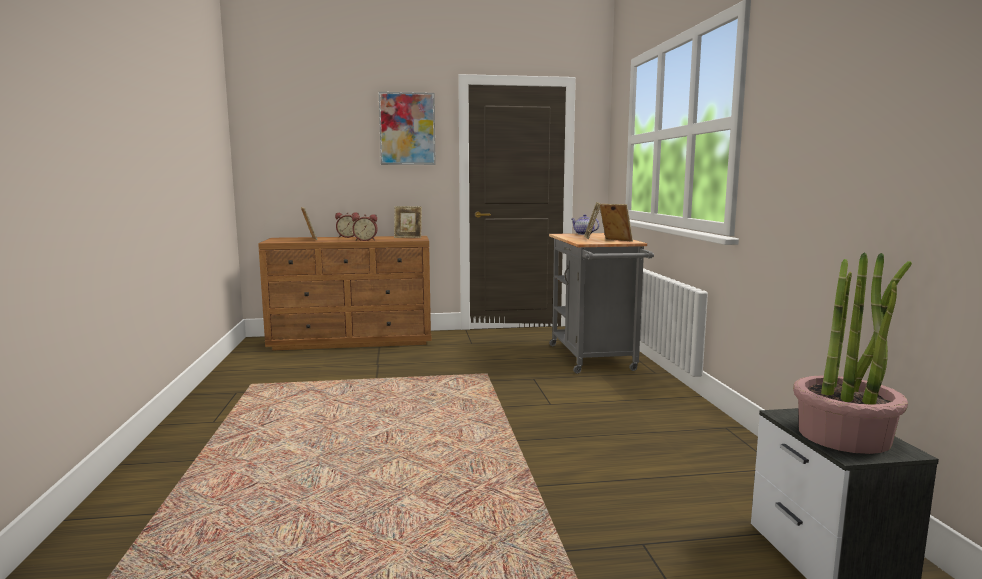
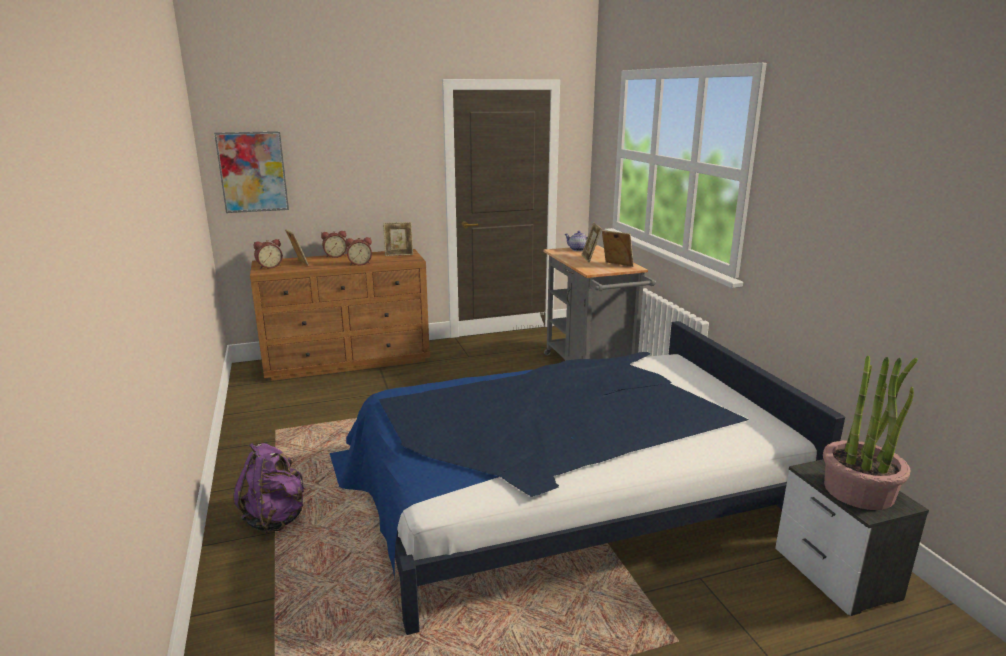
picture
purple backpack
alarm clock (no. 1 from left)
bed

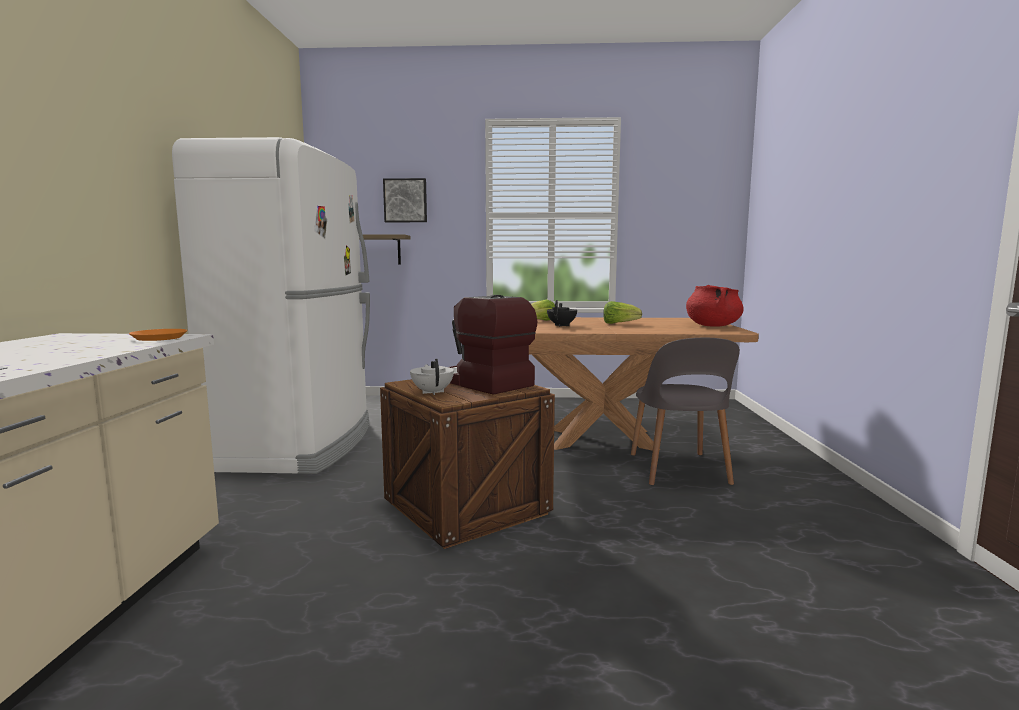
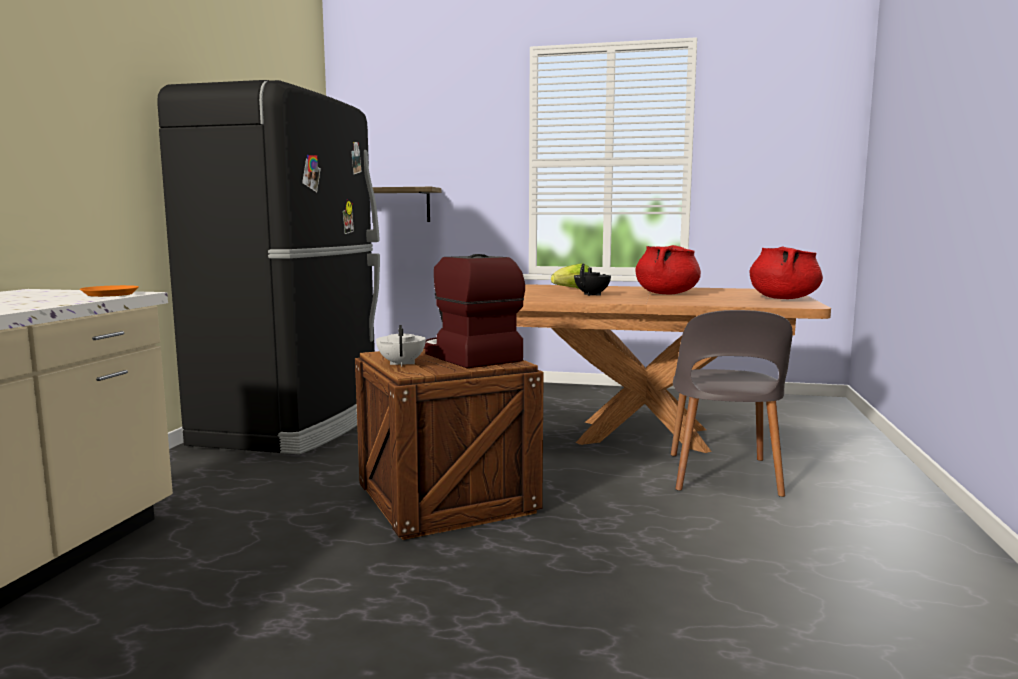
black fridge
picture
red cooking pot (no. 1 from left)

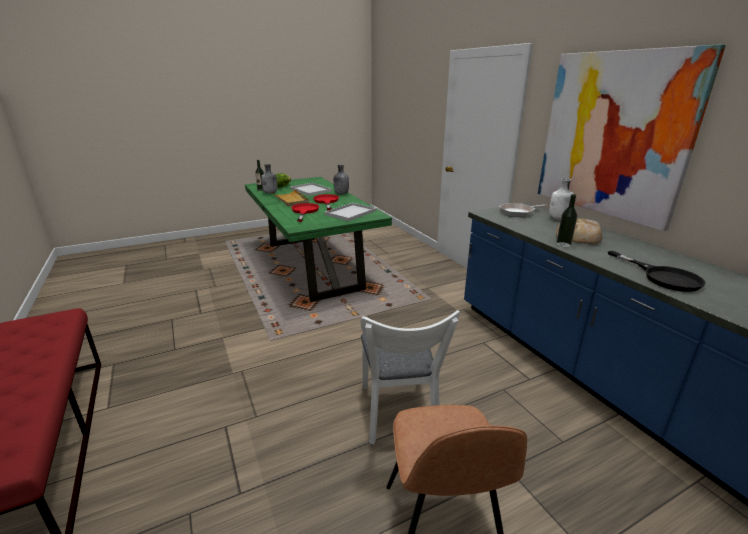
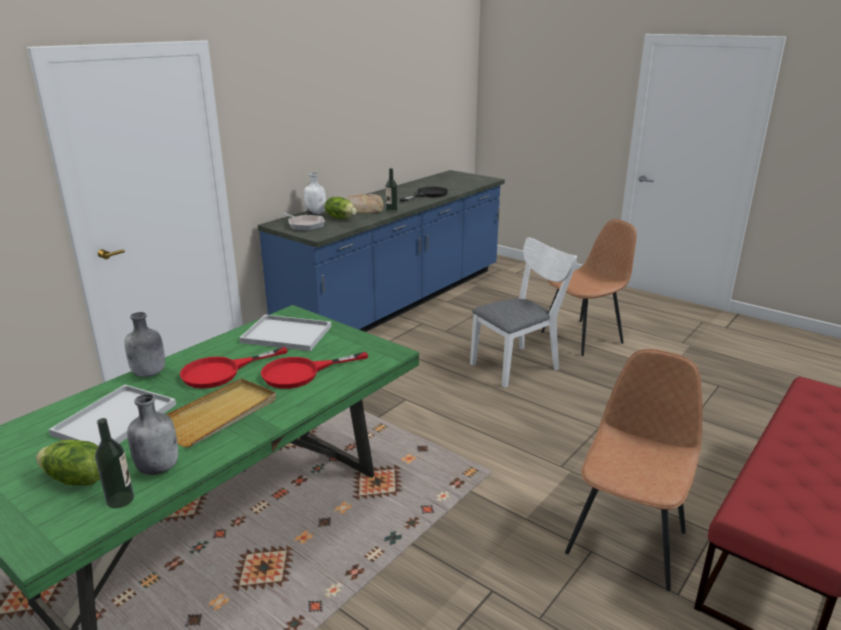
picture
lettuce (no. 2 from left)
brown chair (no. 2 from left)

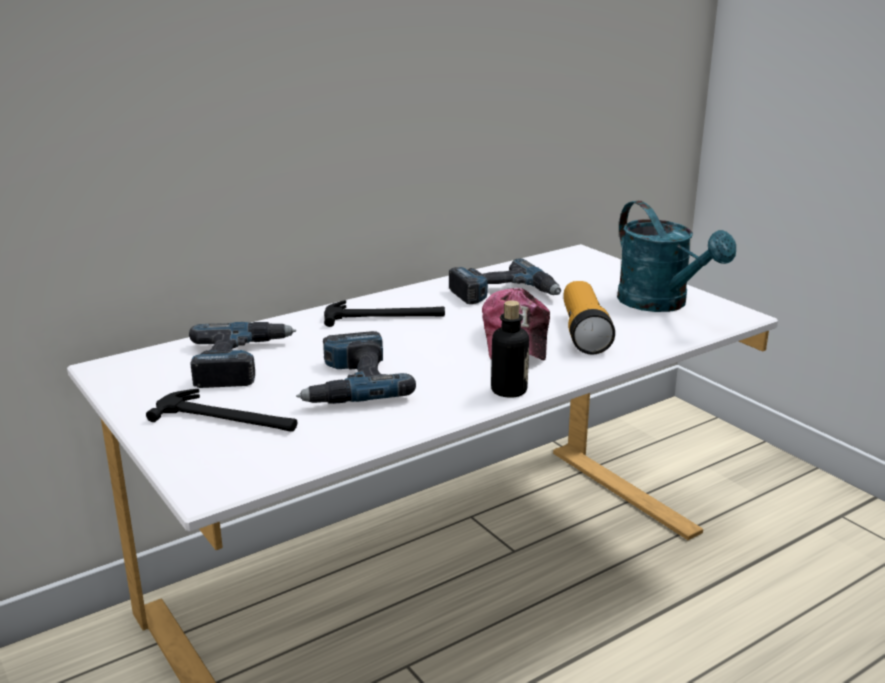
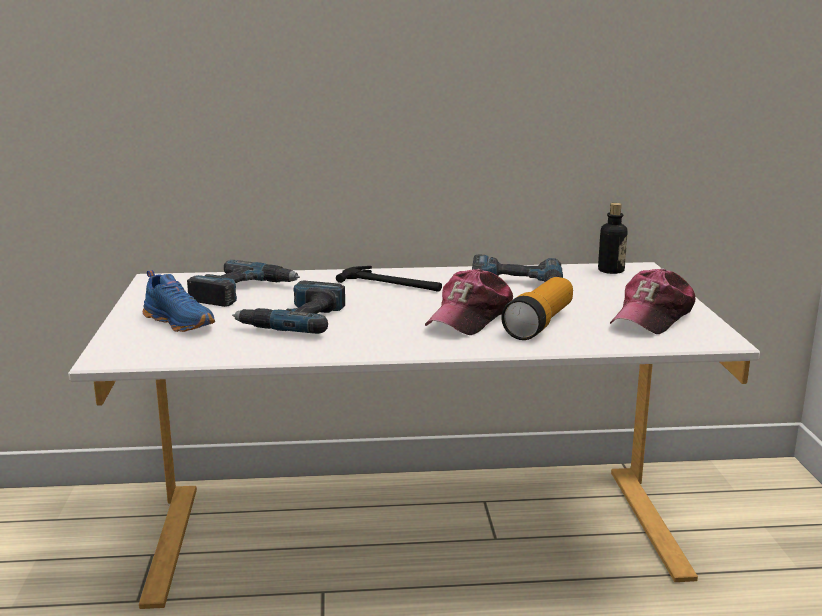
blue shoe
bottle
cap (no. 2 from left)

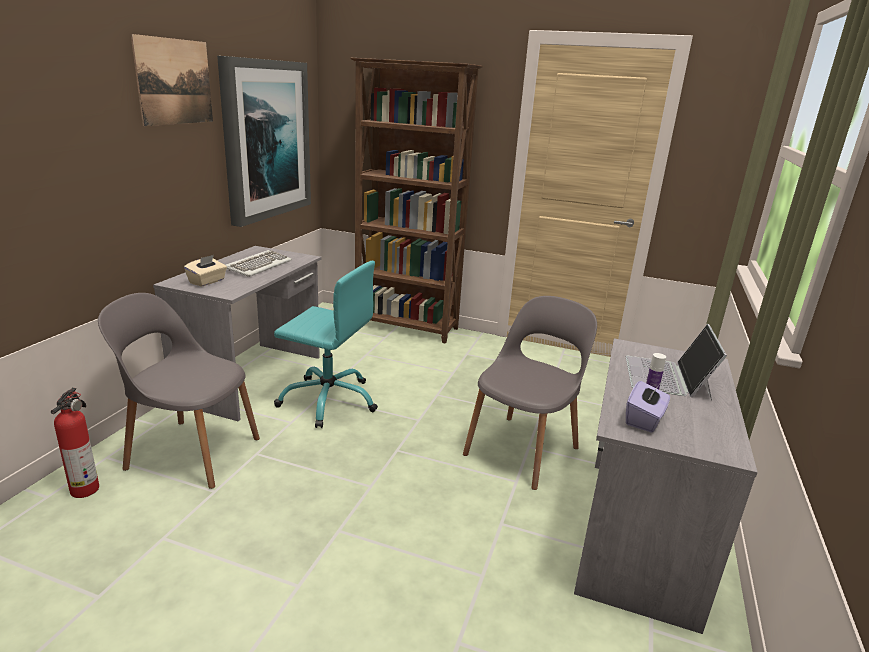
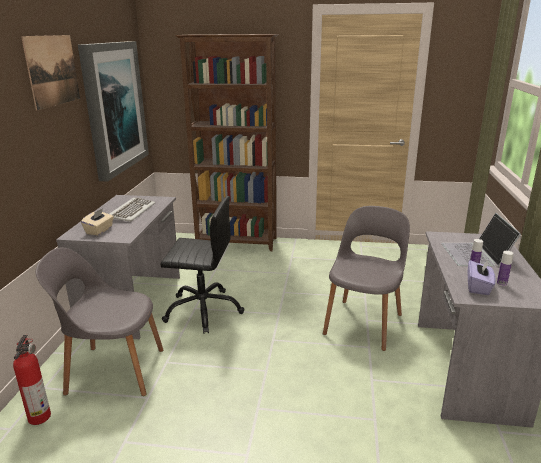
black office chair
bottle (no. 2 from left)

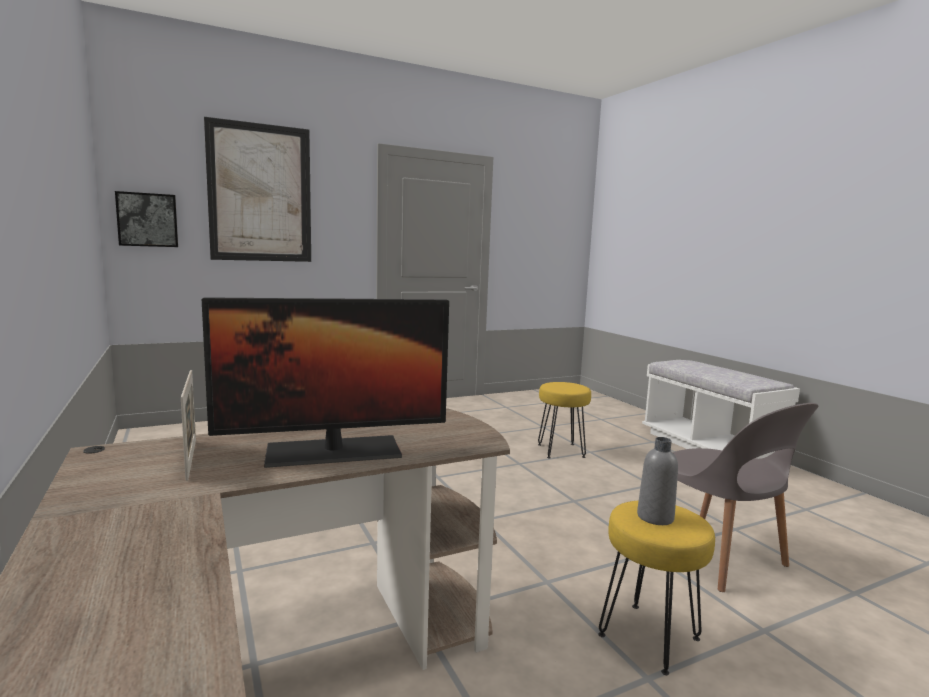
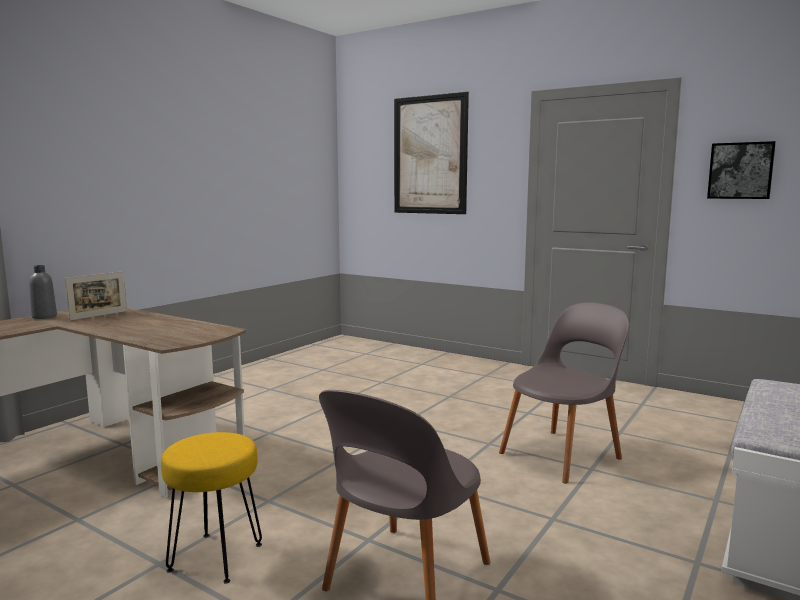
picture (no. 2 from left)
monitor
grey chair (no. 2 from left)
grey bottle

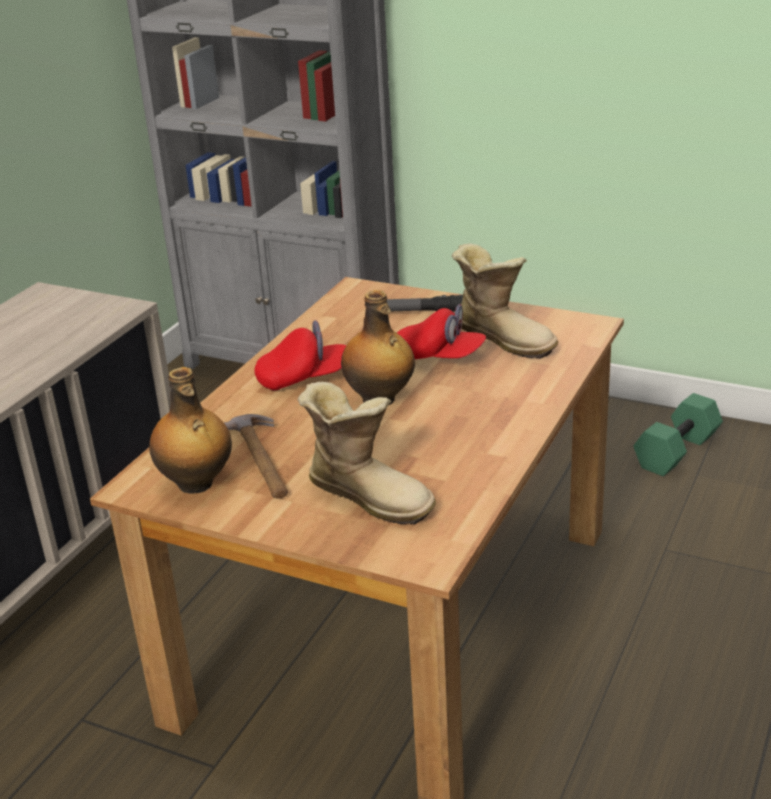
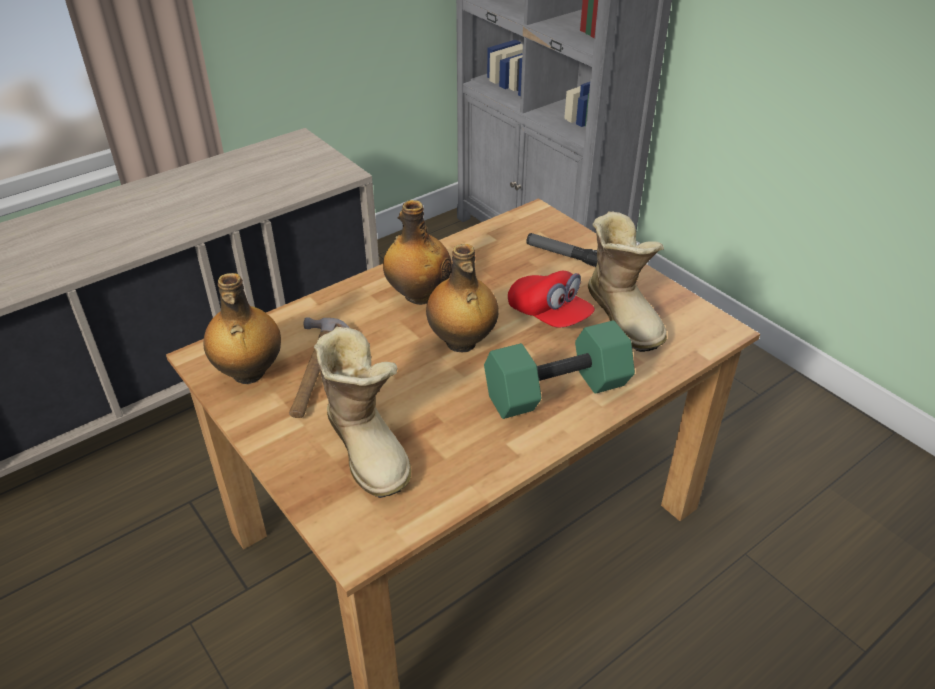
bottle (no. 2 from left)
green dumbbell

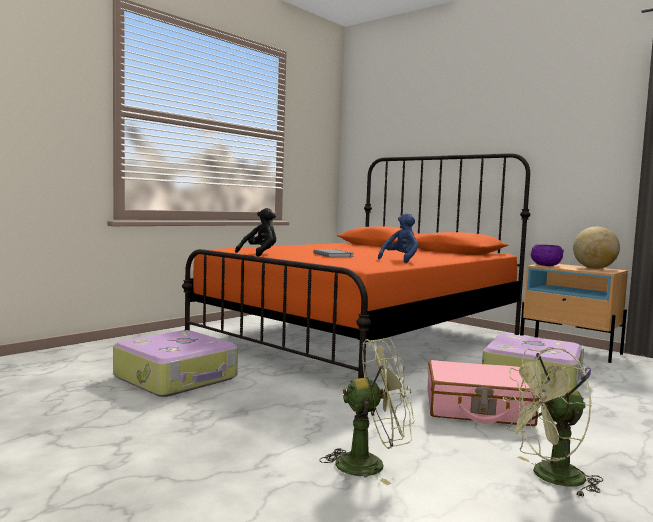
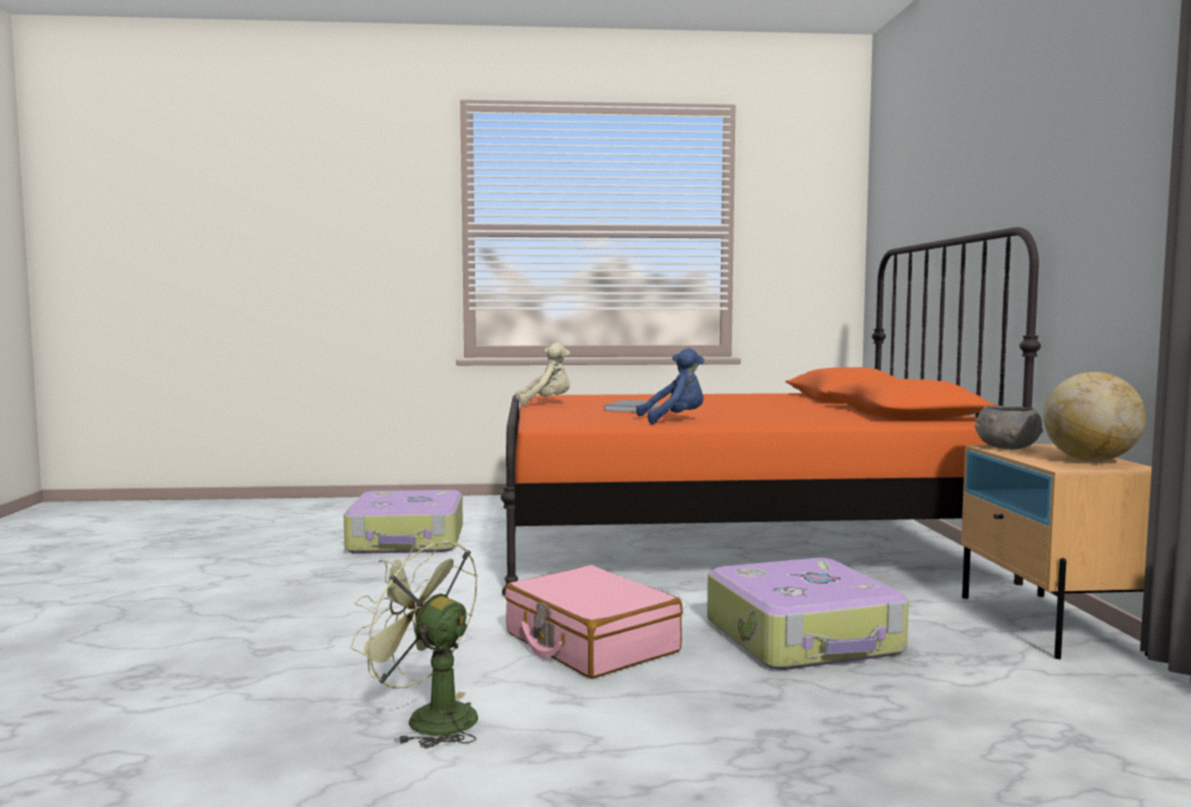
beige plush toy
green fan (no. 1 from left in the first image)
grey bowl

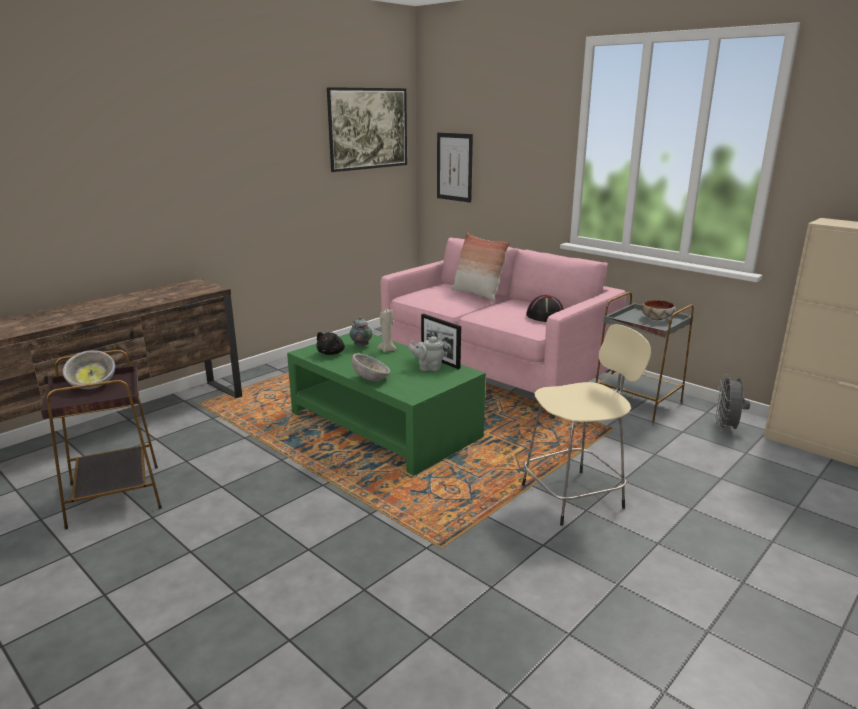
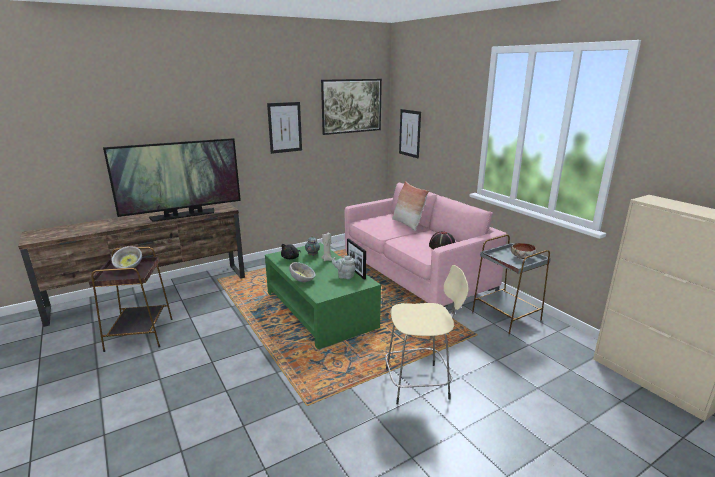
grey fan
television
picture (no. 1 from left)

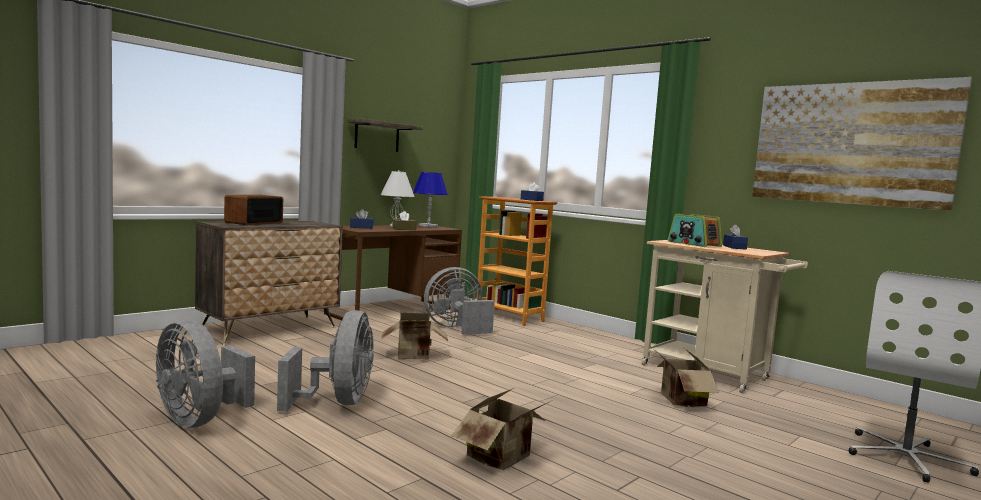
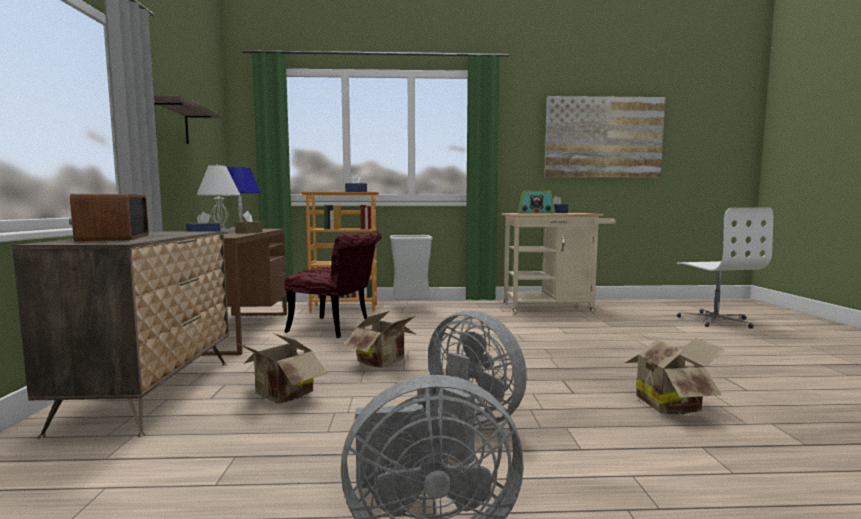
red chair
cardboard box (no. 1 from left)
grey trash can

